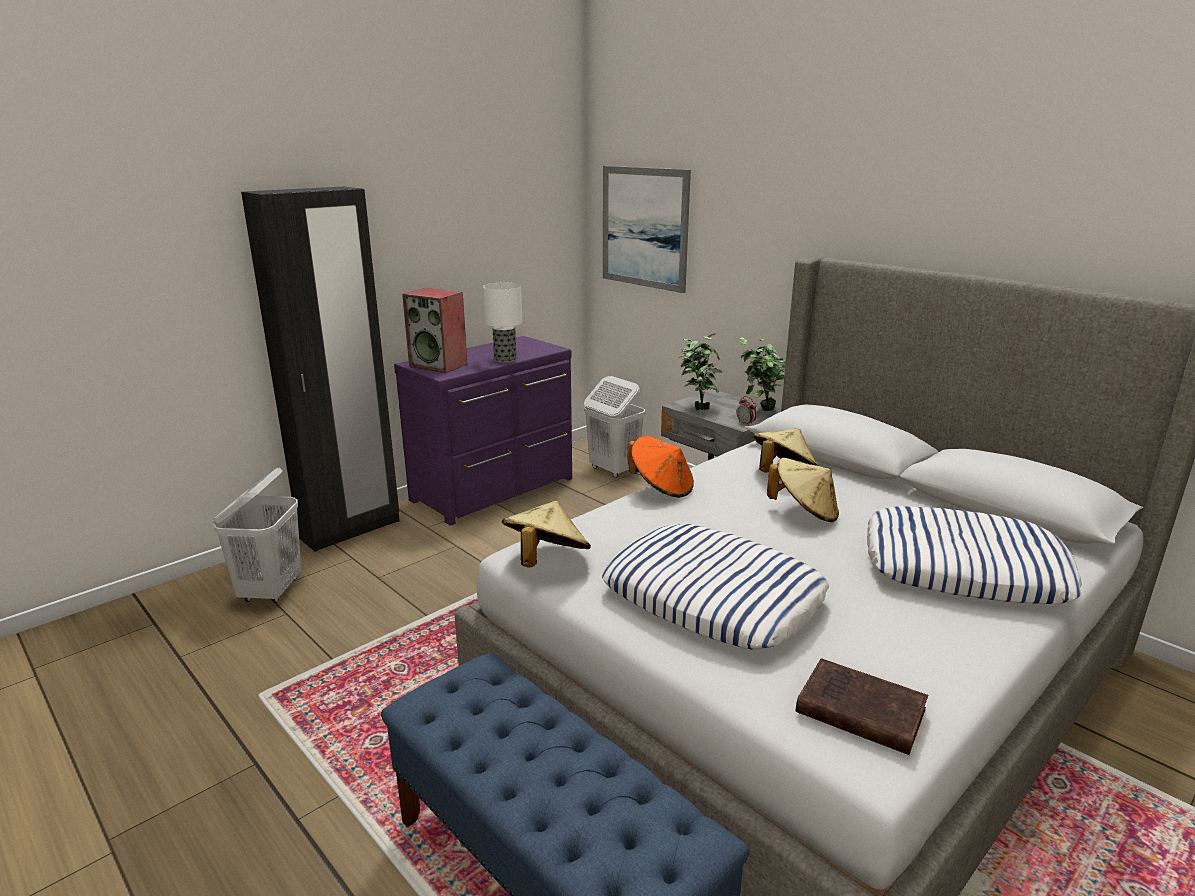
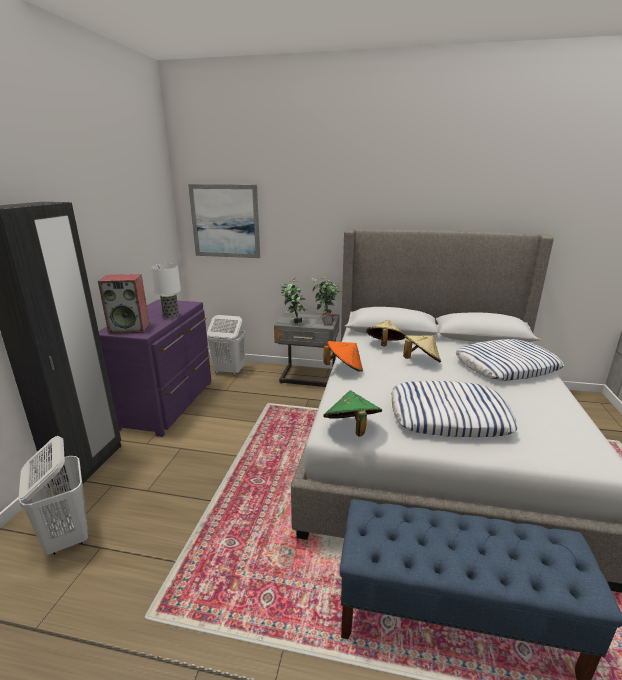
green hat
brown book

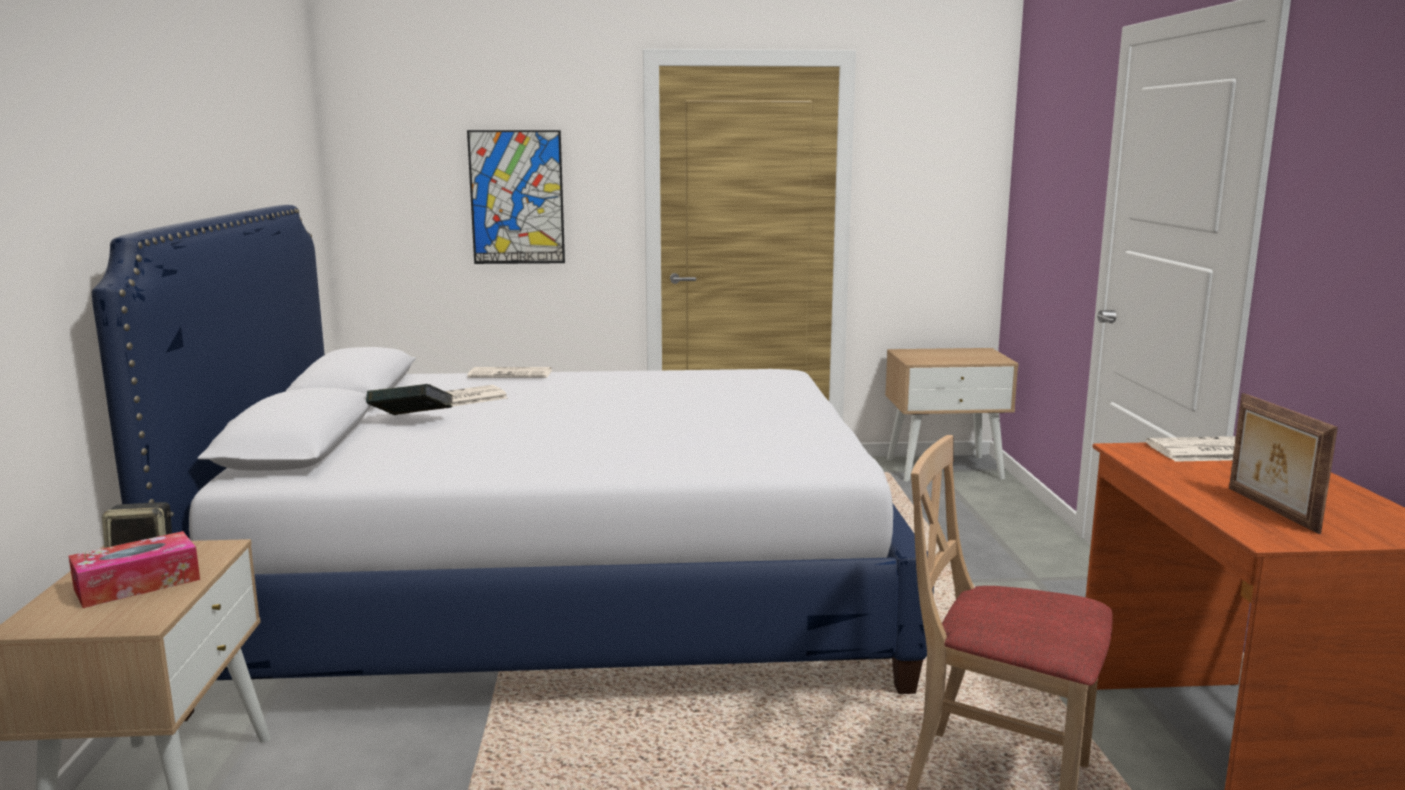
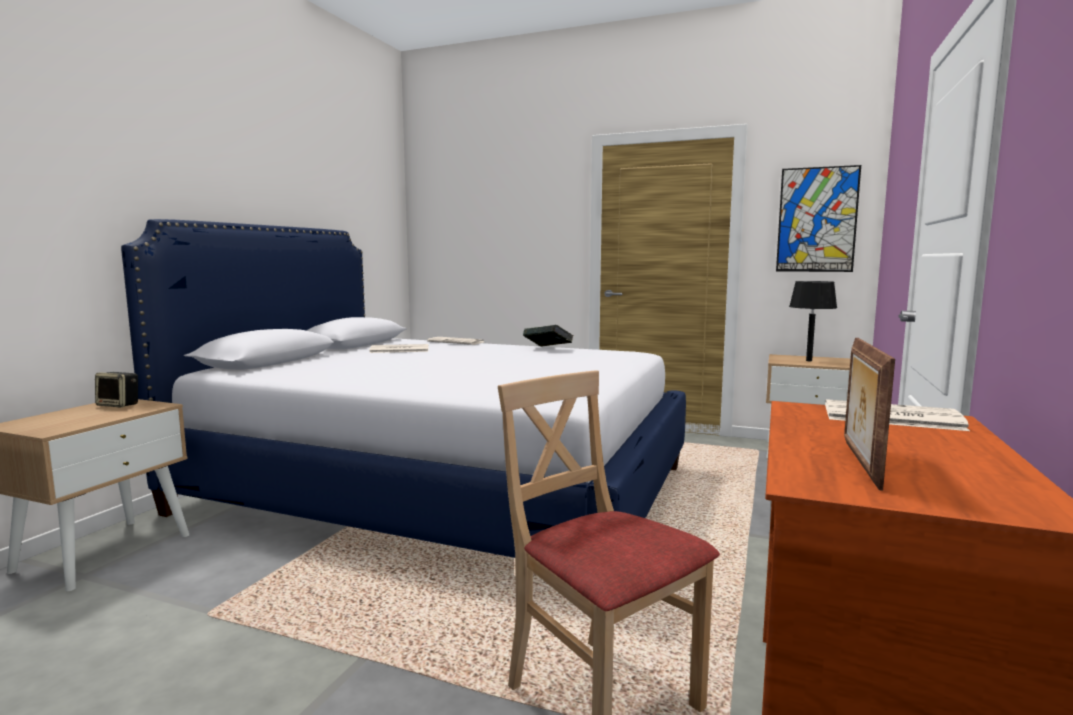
tissue box
book
picture
black table lamp

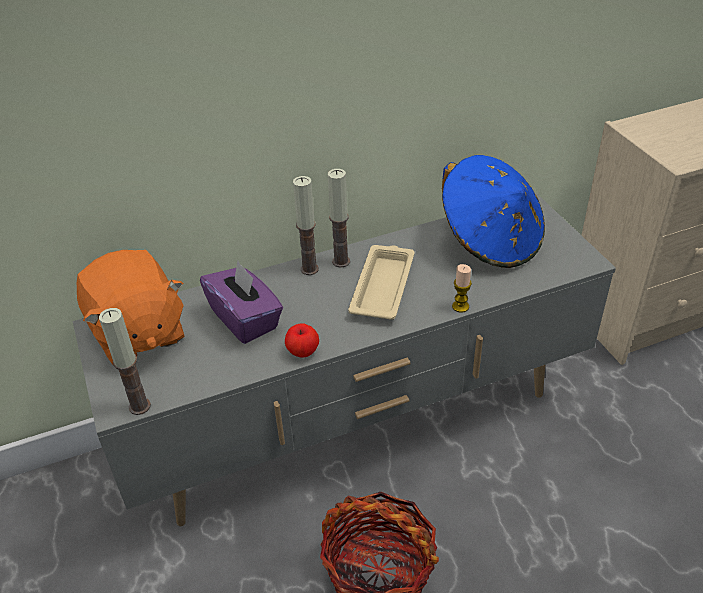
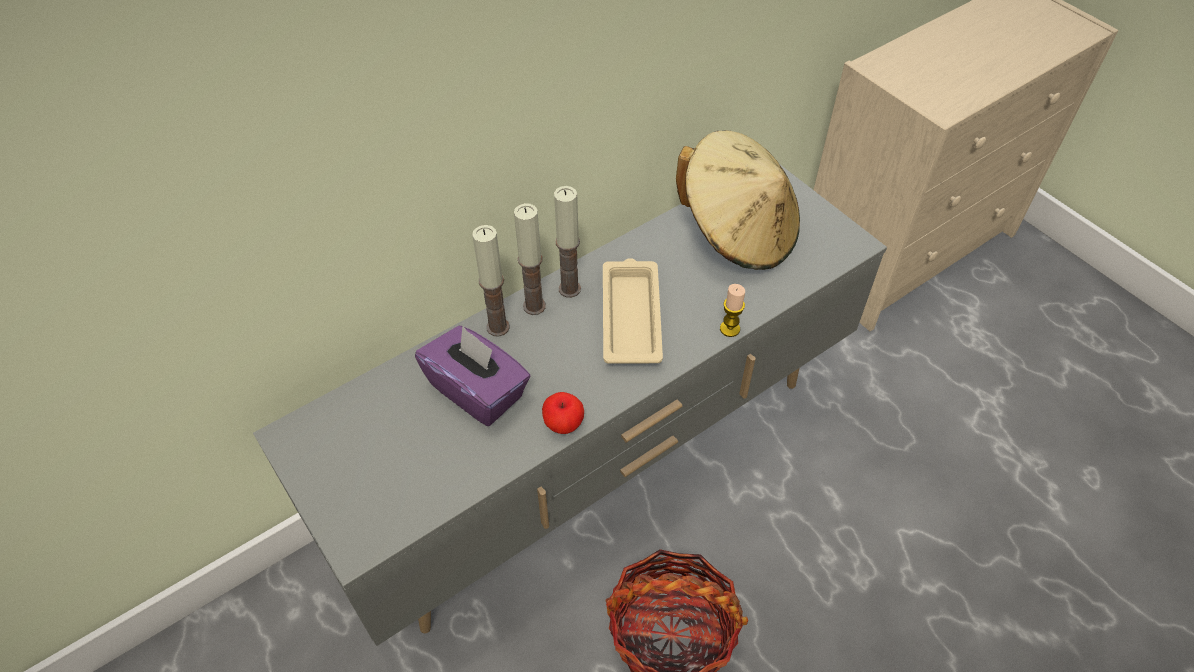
orange plush toy
candle (no. 1 from left)
beige hat

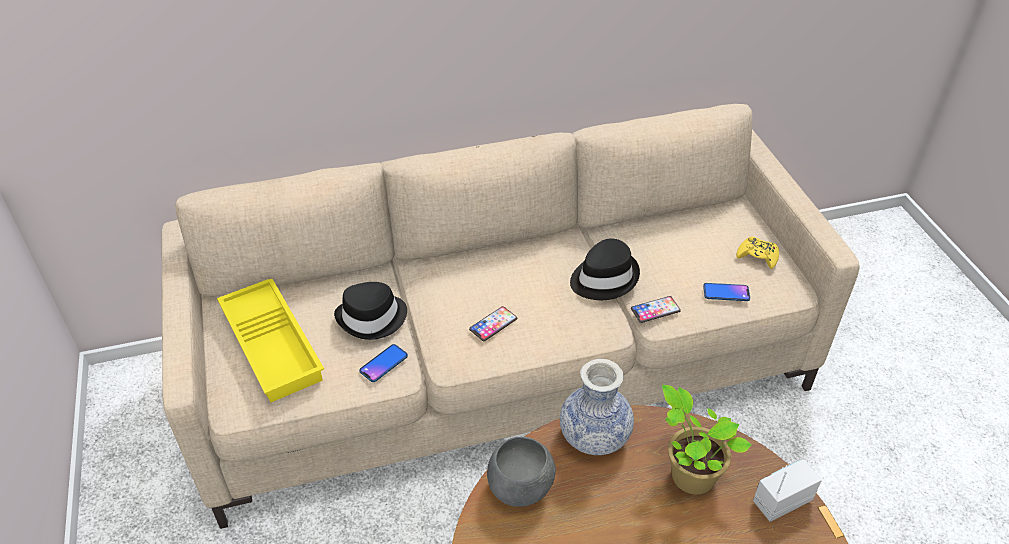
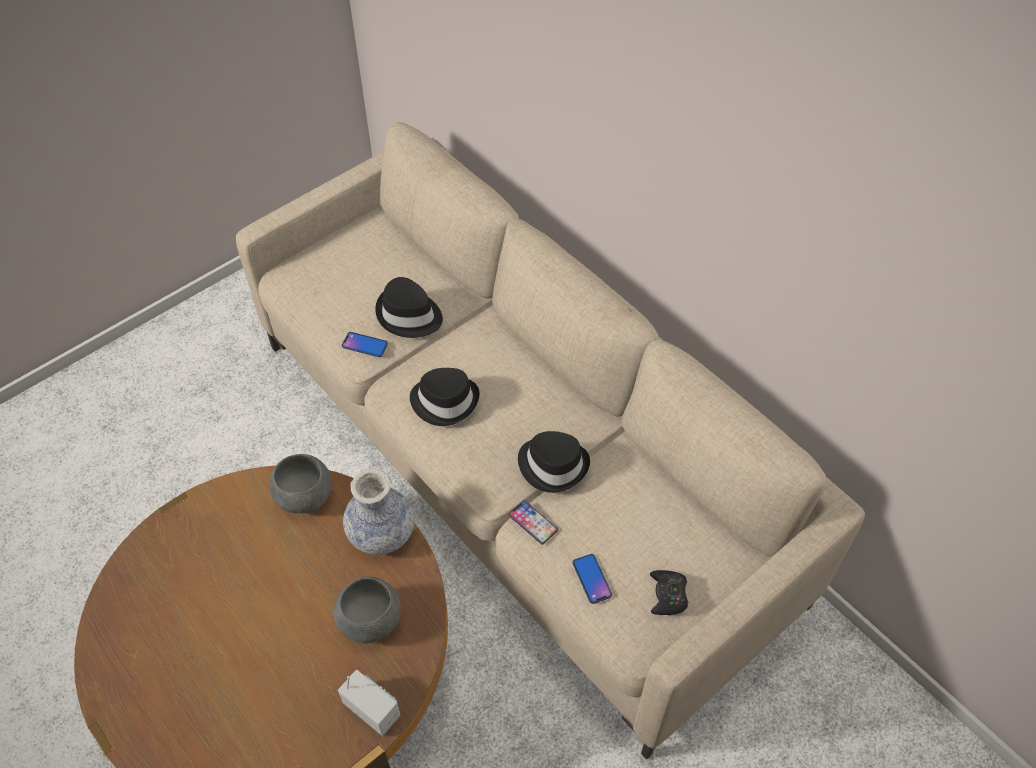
yellow tray
black hat (no. 2 from left)
grey bowl (no. 2 from left)
black game controller

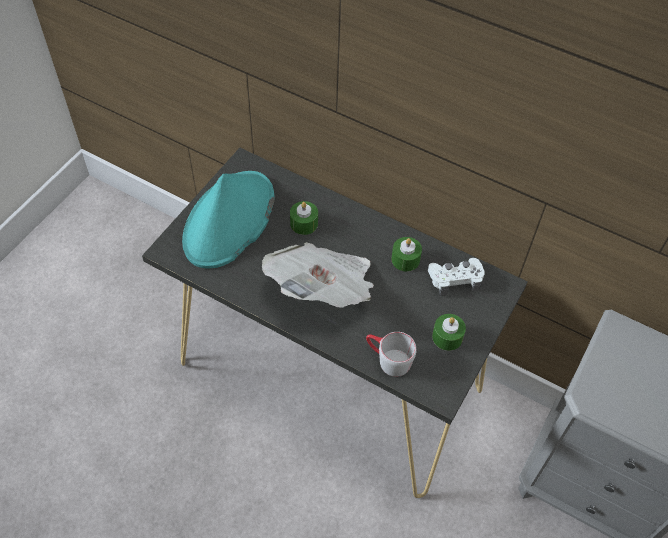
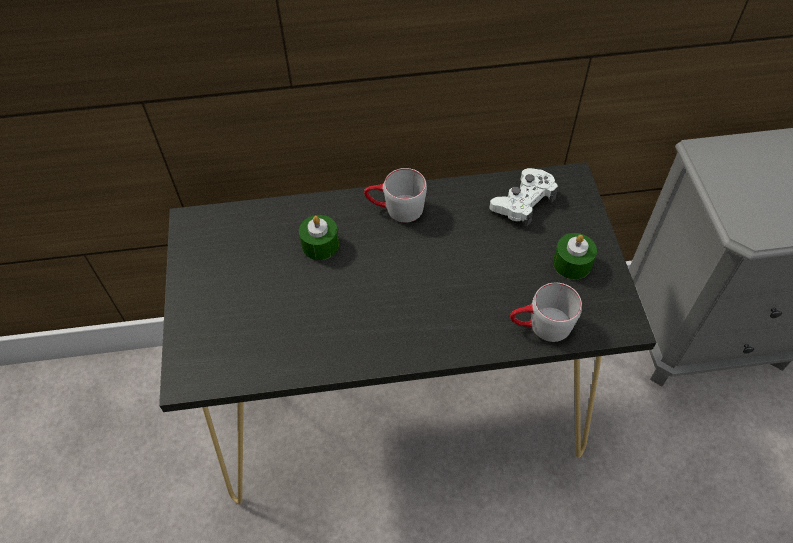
turquoise hat
newspaper
green candle (no. 2 from left in the first image)
grey mug (no. 1 from left)

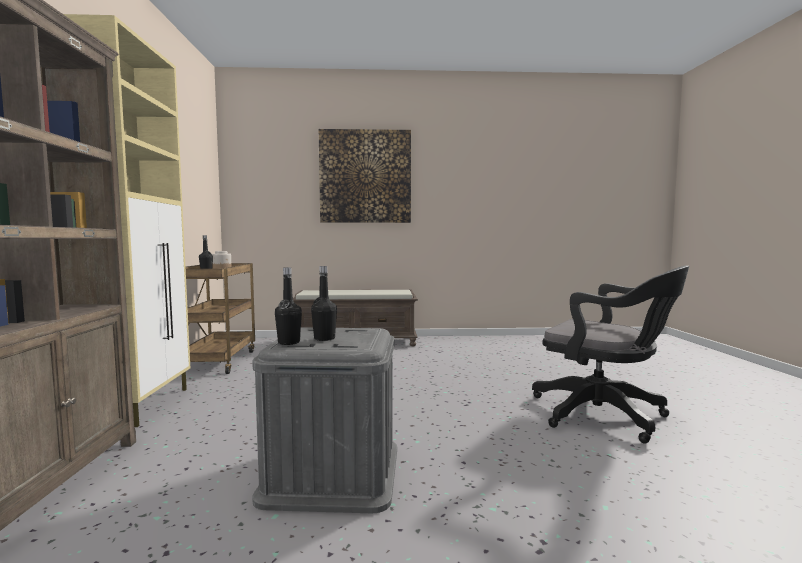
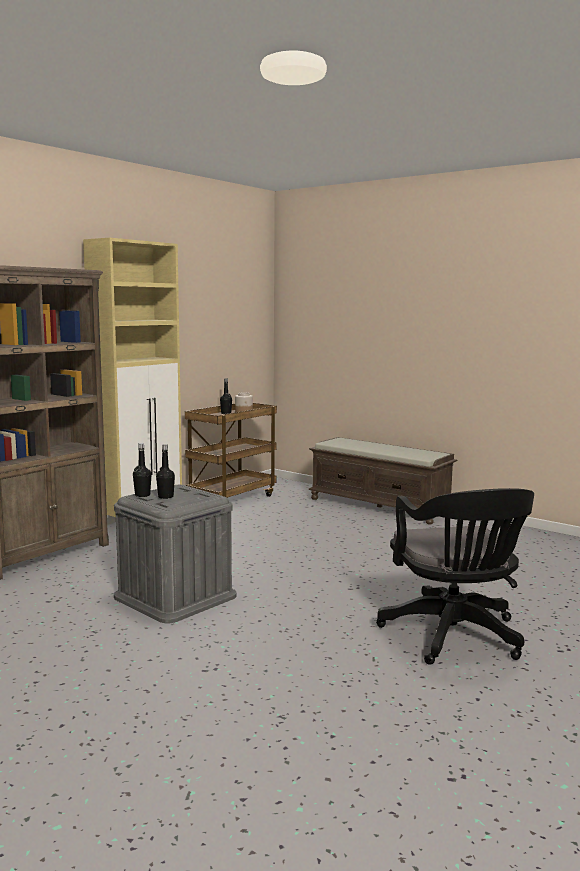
picture

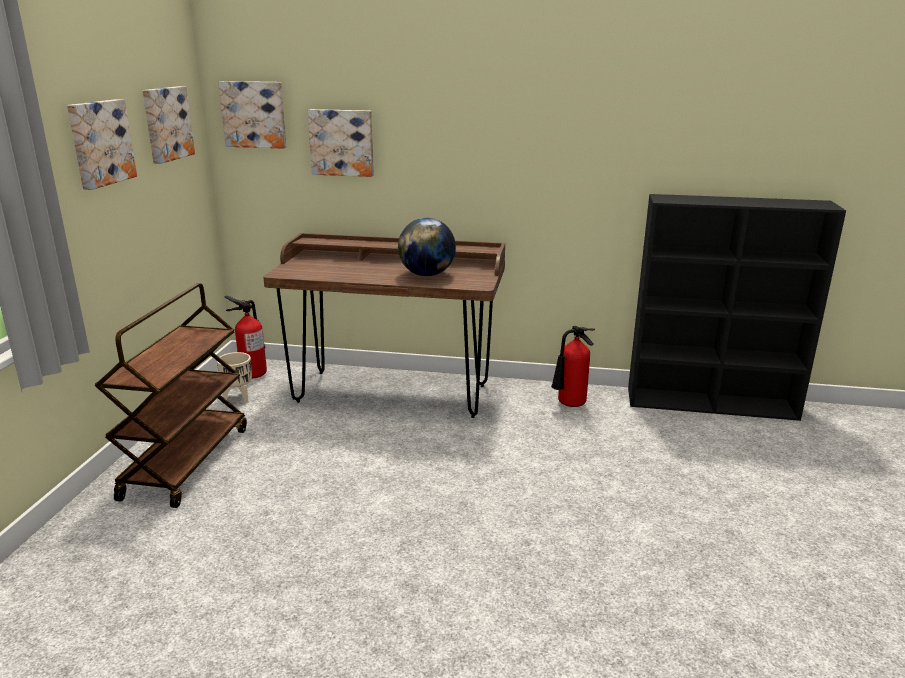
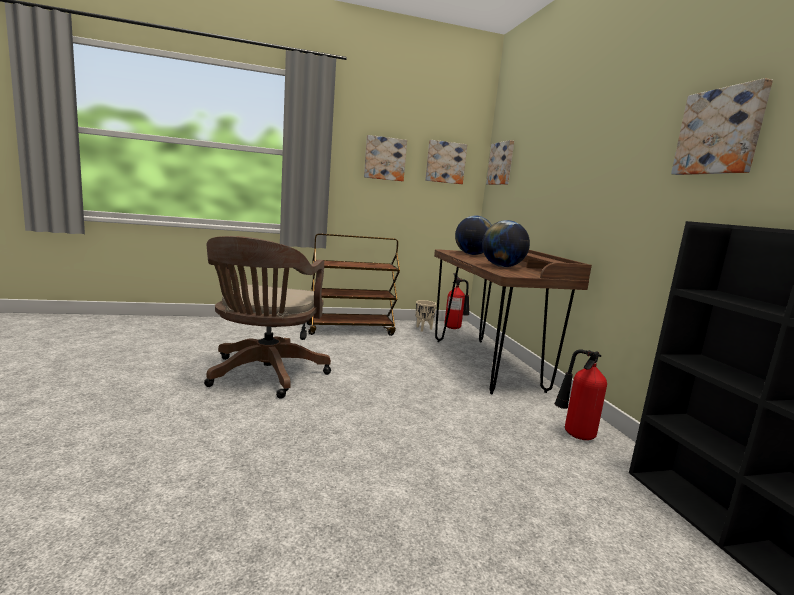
picture (no. 4 from left)
brown office chair
globe (no. 1 from left)

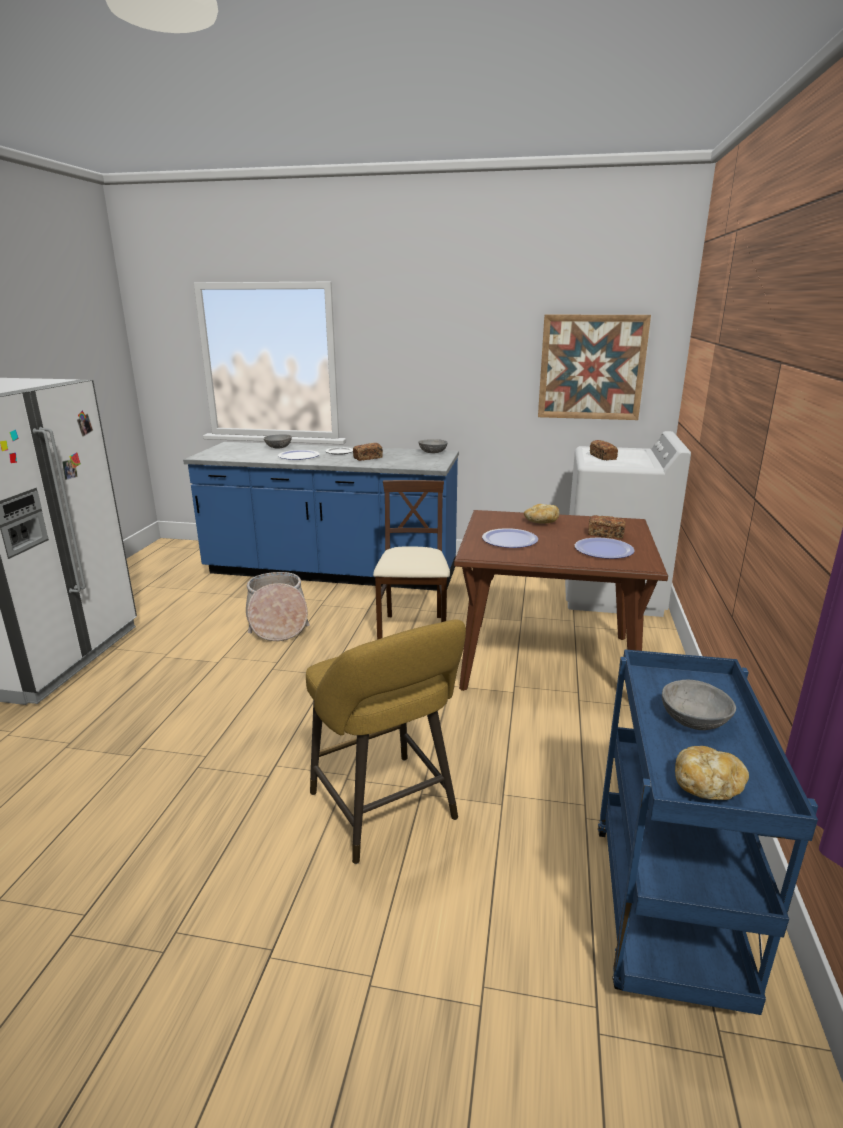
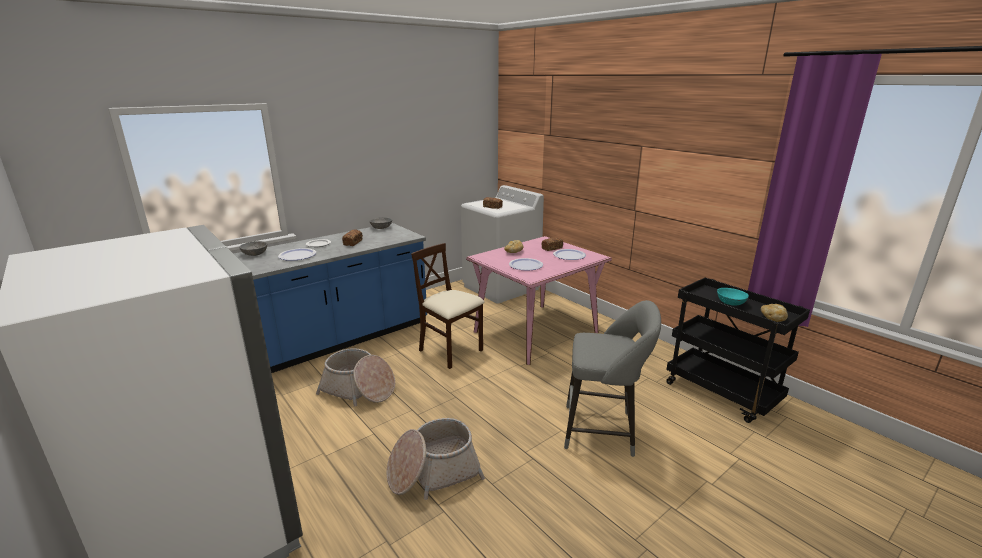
grey stool
pink dining table
picture
black cart
turquoise bowl
basket (no. 2 from left)

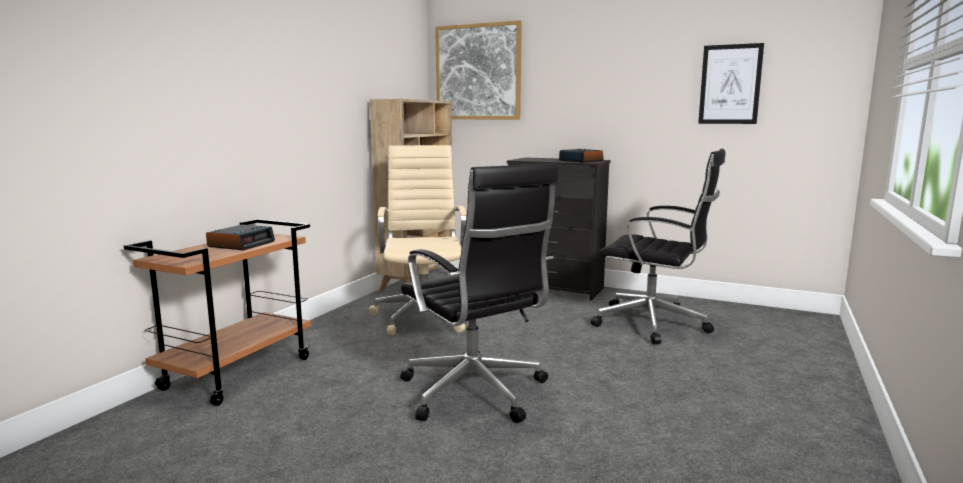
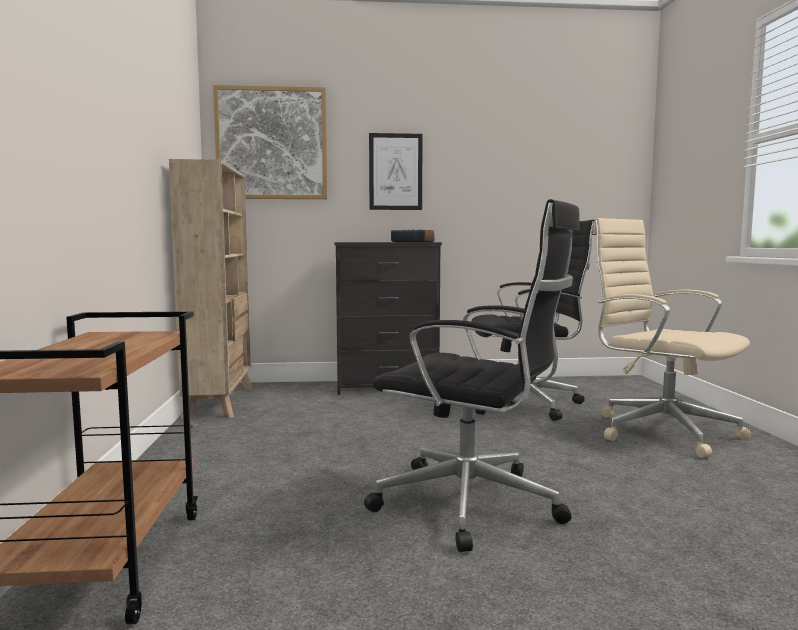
alarm clock (no. 1 from left in the first image)
beige office chair
picture (no. 2 from left)

